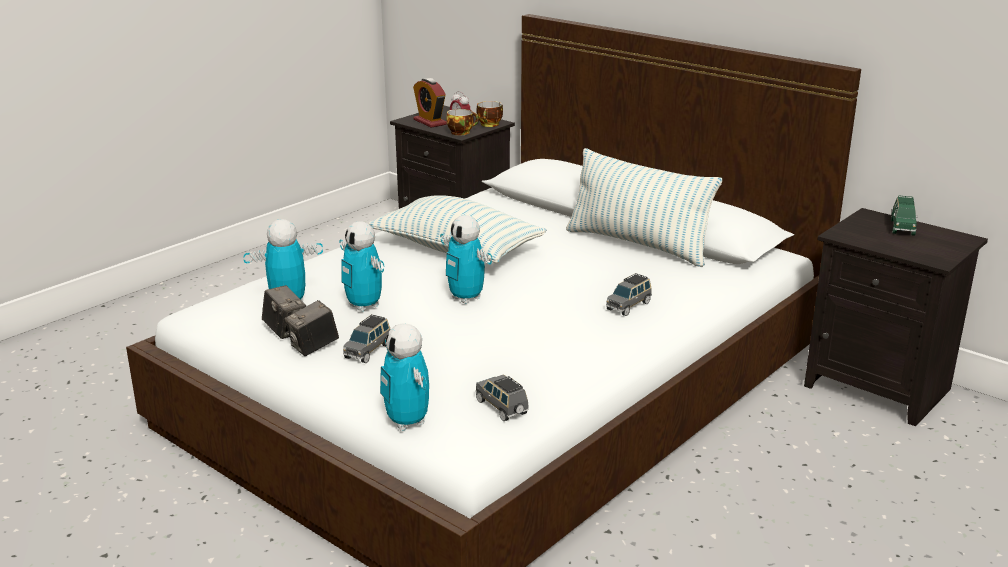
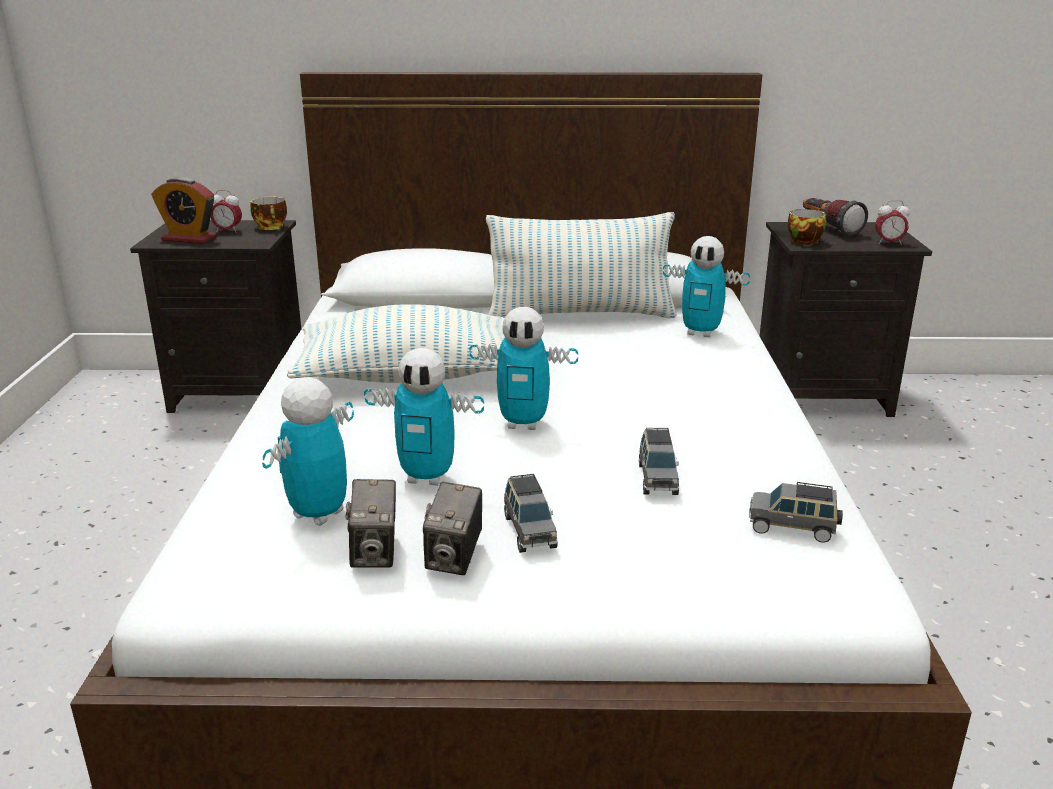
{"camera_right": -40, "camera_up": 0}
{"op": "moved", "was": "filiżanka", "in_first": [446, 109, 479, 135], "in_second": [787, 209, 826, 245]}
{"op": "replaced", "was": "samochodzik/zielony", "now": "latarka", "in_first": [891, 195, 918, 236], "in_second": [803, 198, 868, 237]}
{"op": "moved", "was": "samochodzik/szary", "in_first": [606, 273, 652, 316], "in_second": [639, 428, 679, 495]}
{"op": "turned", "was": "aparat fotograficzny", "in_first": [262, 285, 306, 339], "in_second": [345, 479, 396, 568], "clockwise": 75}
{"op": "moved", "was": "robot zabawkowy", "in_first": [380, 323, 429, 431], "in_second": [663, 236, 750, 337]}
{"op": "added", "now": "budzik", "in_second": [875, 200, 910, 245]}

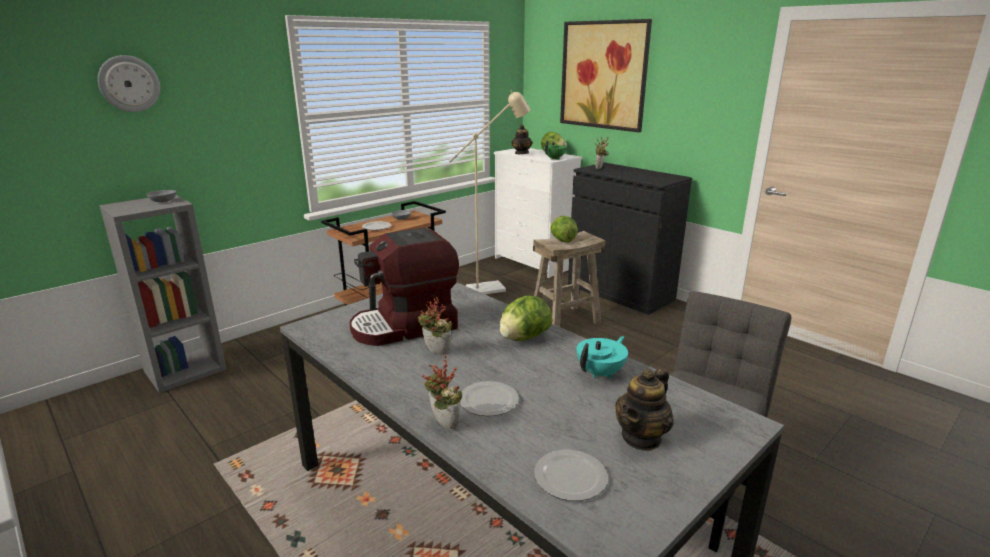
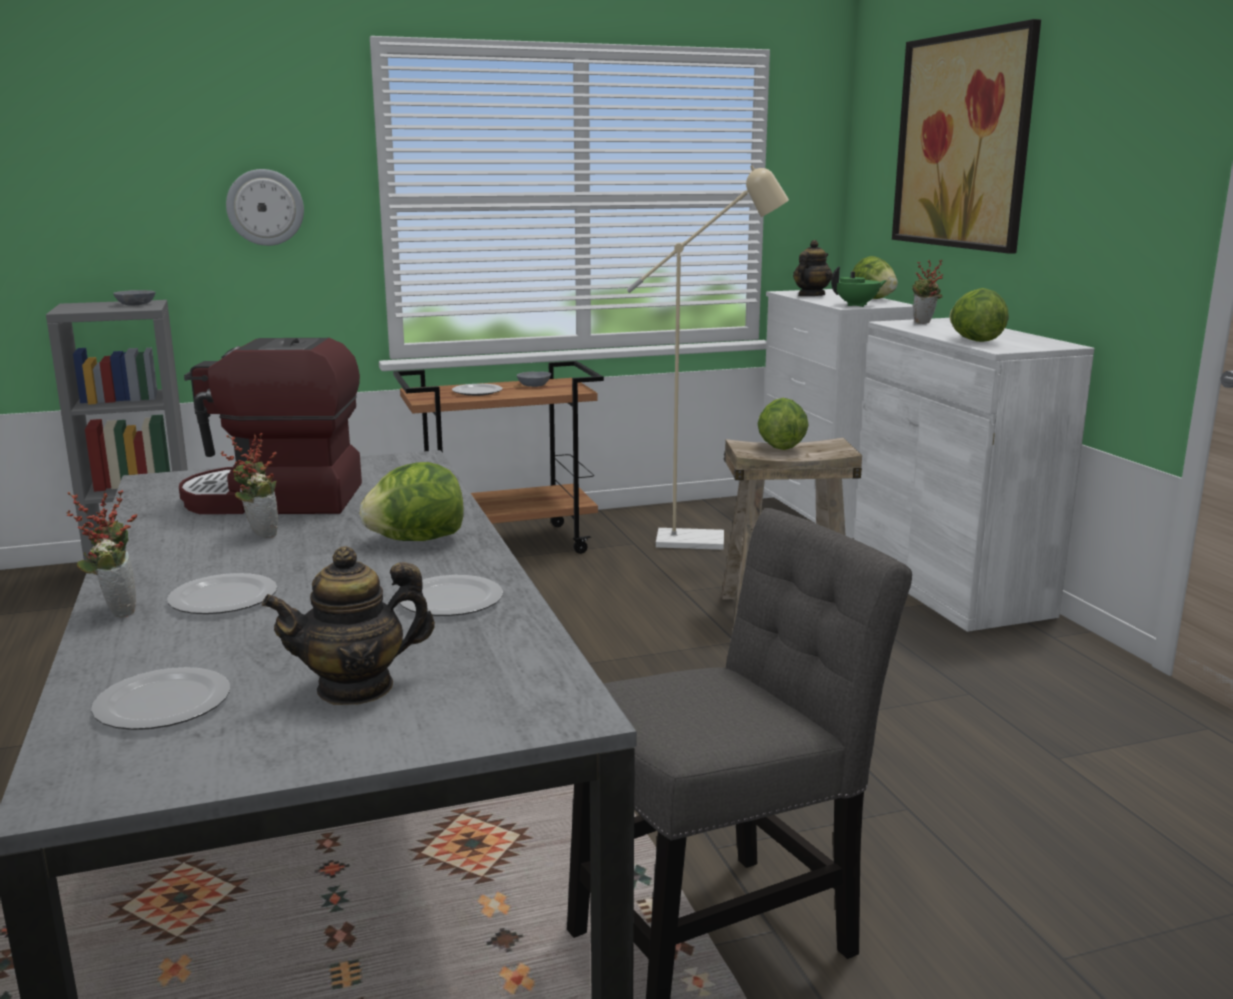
{"camera_right": 25, "camera_up": -5}
{"op": "moved", "was": "zegar ścienny", "in_first": [98, 55, 160, 112], "in_second": [226, 169, 304, 246]}
{"op": "recoloured", "was": "szafka/czarny", "now": "szafka/biały", "in_first": [568, 162, 692, 315], "in_second": [854, 318, 1094, 632]}
{"op": "replaced", "was": "imbryk/turkusowy", "now": "talerz", "in_first": [576, 336, 628, 378], "in_second": [400, 575, 503, 616]}
{"op": "added", "now": "sałata", "in_second": [950, 288, 1009, 342]}

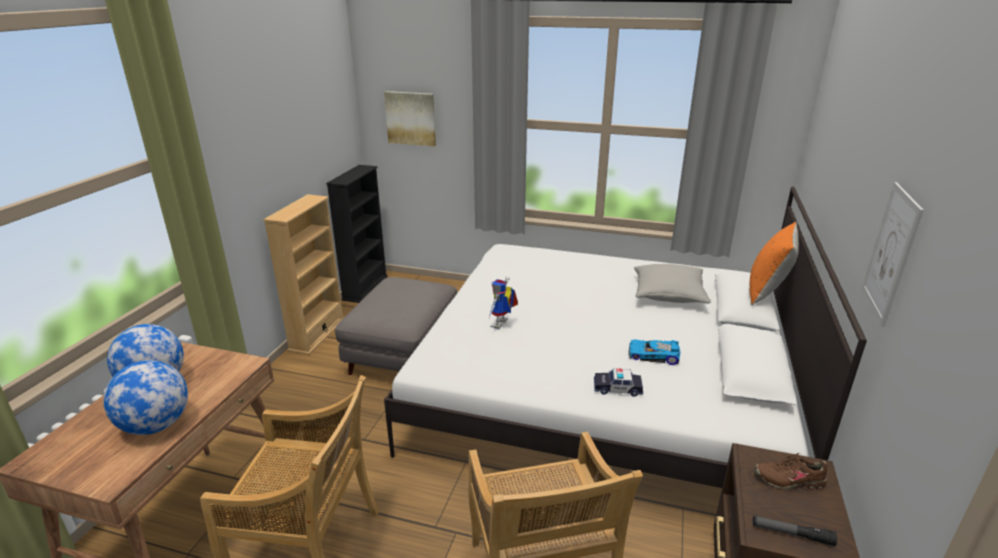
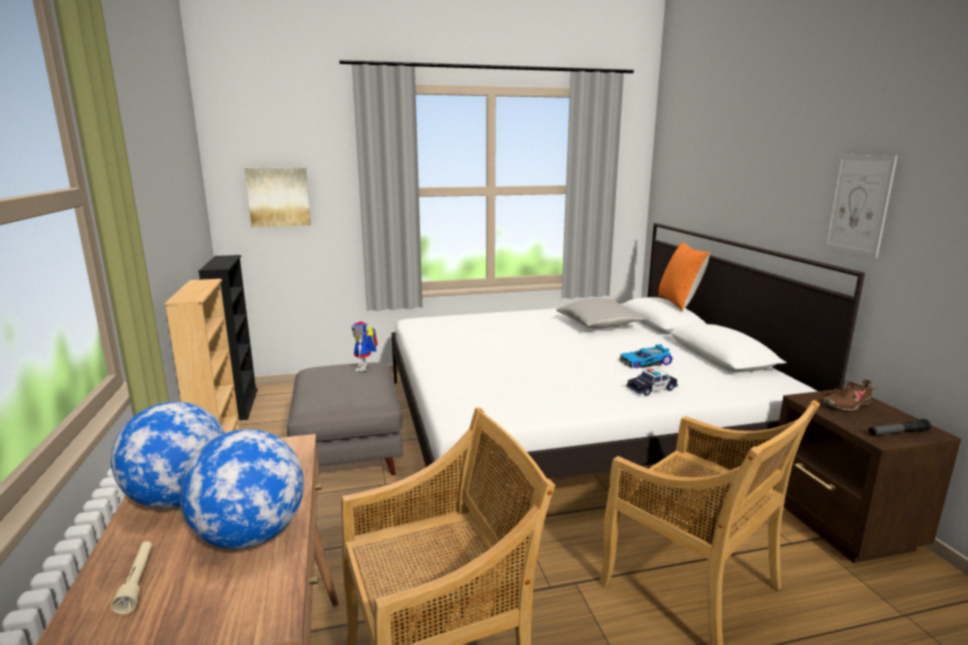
{"camera_right": -30, "camera_up": -10}
{"op": "moved", "was": "robot zabawkowy", "in_first": [489, 277, 518, 329], "in_second": [351, 321, 378, 372]}
{"op": "added", "now": "latarka/beżowy", "in_second": [111, 541, 152, 614]}

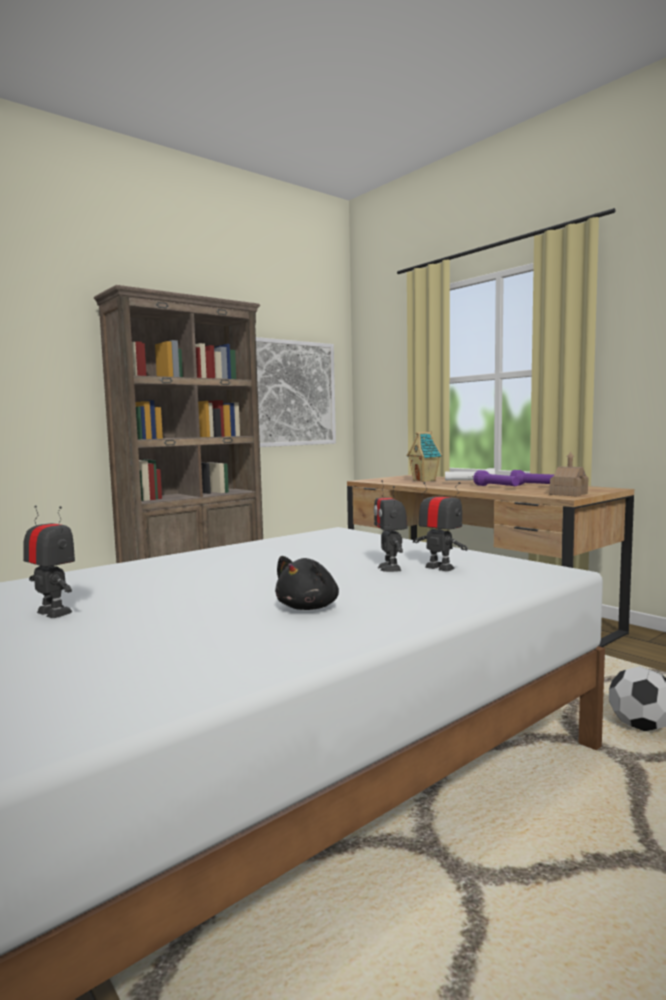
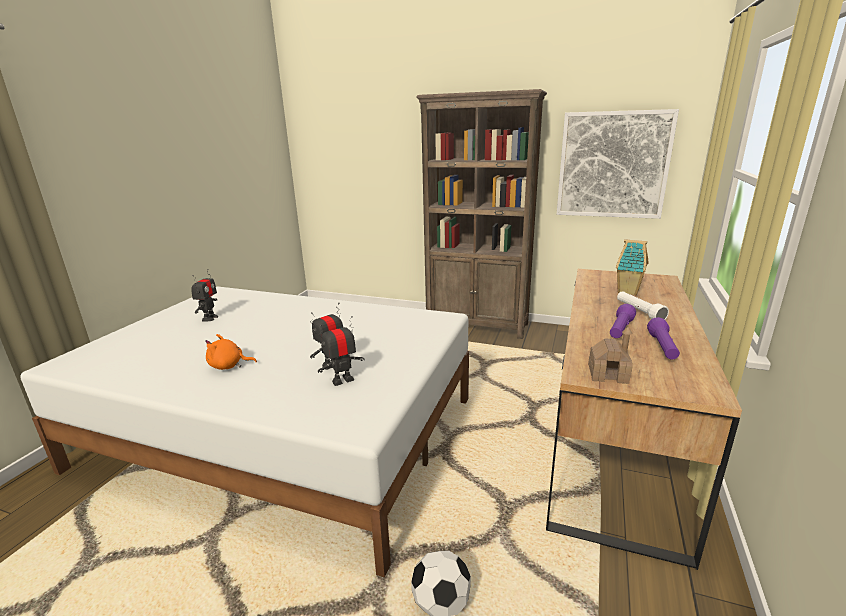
{"camera_right": 60, "camera_up": 15}
{"op": "turned", "was": "robot zabawkowy", "in_first": [413, 482, 468, 571], "in_second": [318, 316, 365, 386], "clockwise": -135}
{"op": "recoloured", "was": "pluszak/czarny", "now": "pluszak/pomarańczowy", "in_first": [275, 556, 339, 610], "in_second": [205, 334, 257, 370]}

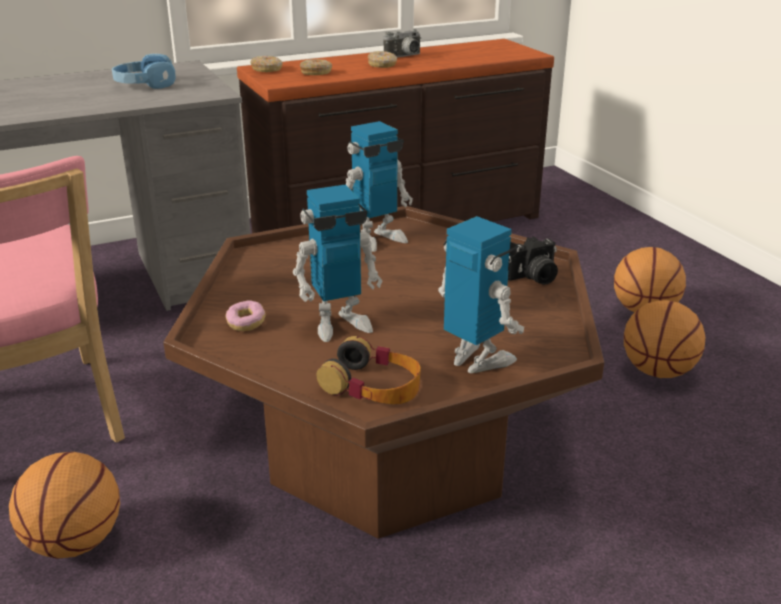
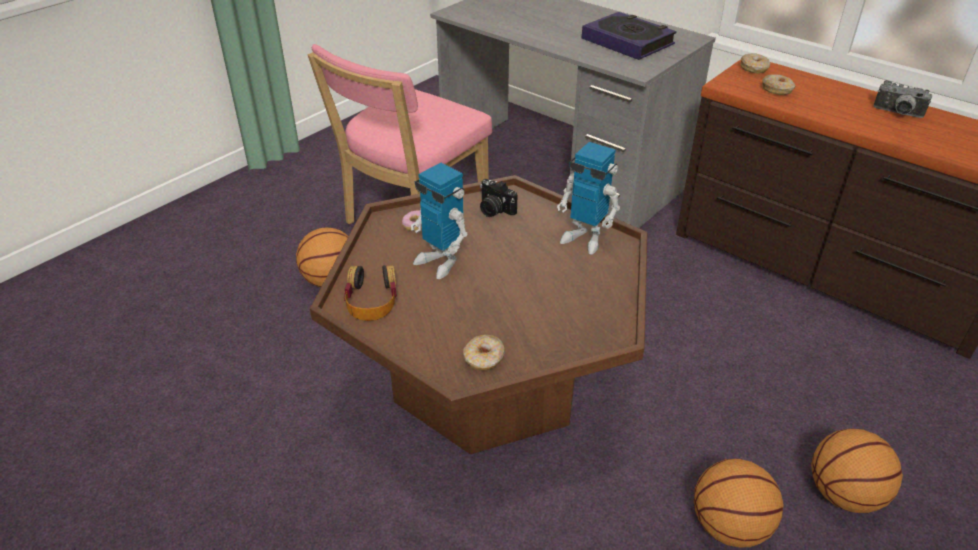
{"camera_right": 65, "camera_up": 10}
{"op": "moved", "was": "donut", "in_first": [368, 51, 397, 68], "in_second": [463, 335, 505, 371]}
{"op": "replaced", "was": "słuchawki/niebieski", "now": "książka", "in_first": [112, 53, 176, 89], "in_second": [582, 12, 677, 60]}
{"op": "removed", "was": "robot zabawkowy", "in_first": [438, 216, 524, 373]}
{"op": "moved", "was": "aparat fotograficzny", "in_first": [508, 236, 558, 285], "in_second": [480, 179, 517, 217]}

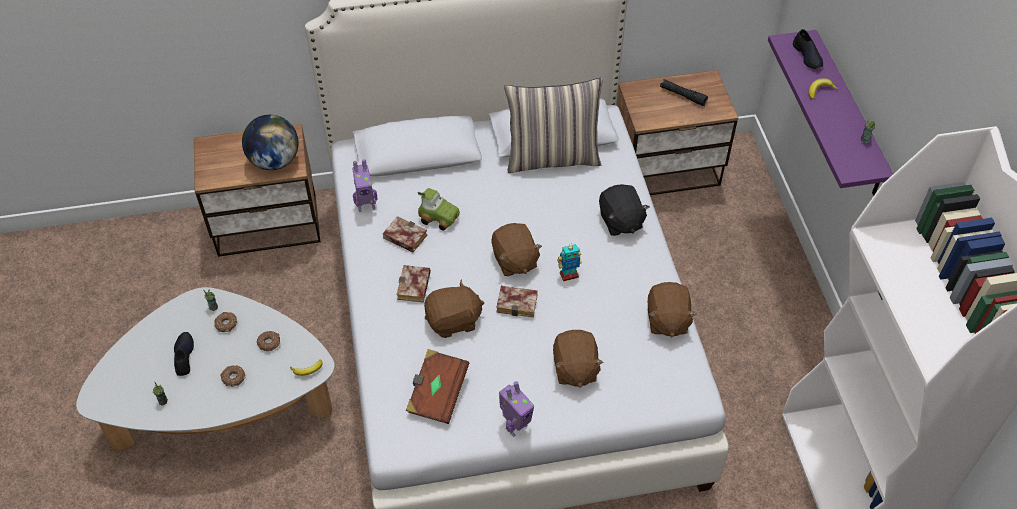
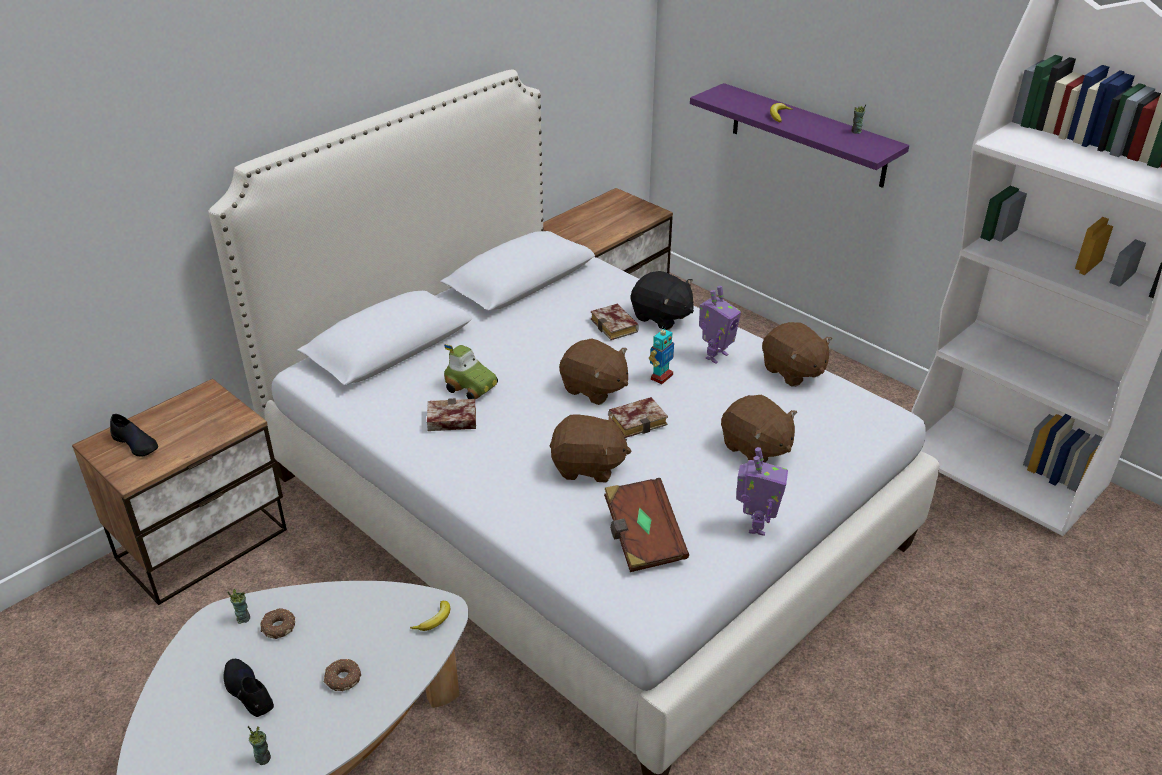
{"camera_right": -35, "camera_up": -15}
{"op": "moved", "was": "but/czarny", "in_first": [793, 29, 823, 69], "in_second": [110, 414, 158, 456]}
{"op": "removed", "was": "poduszka", "in_first": [504, 78, 603, 173]}
{"op": "removed", "was": "latarka/czarny", "in_first": [660, 79, 708, 106]}
{"op": "removed", "was": "globus", "in_first": [242, 115, 299, 170]}
{"op": "moved", "was": "robot zabawkowy", "in_first": [352, 159, 378, 212], "in_second": [699, 286, 741, 363]}
{"op": "turned", "was": "samochodzik", "in_first": [418, 188, 460, 231], "in_second": [444, 344, 498, 399], "clockwise": 45}
{"op": "moved", "was": "książka", "in_first": [396, 265, 431, 302], "in_second": [591, 304, 639, 340]}
{"op": "turned", "was": "pluszak/brązowy", "in_first": [424, 280, 484, 338], "in_second": [550, 413, 631, 482], "clockwise": 60}
{"op": "removed", "was": "donut", "in_first": [257, 331, 280, 351]}

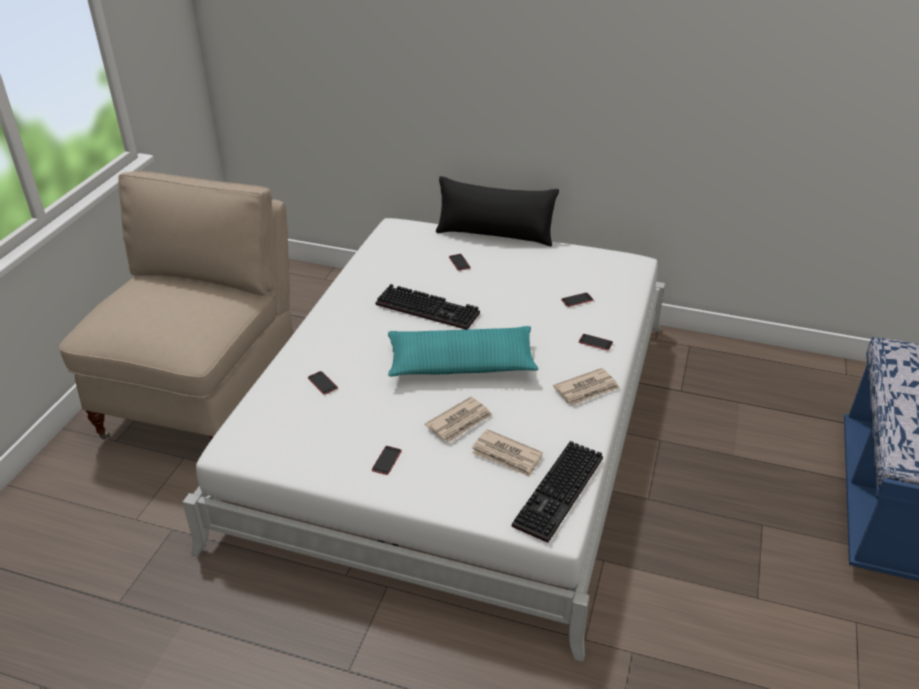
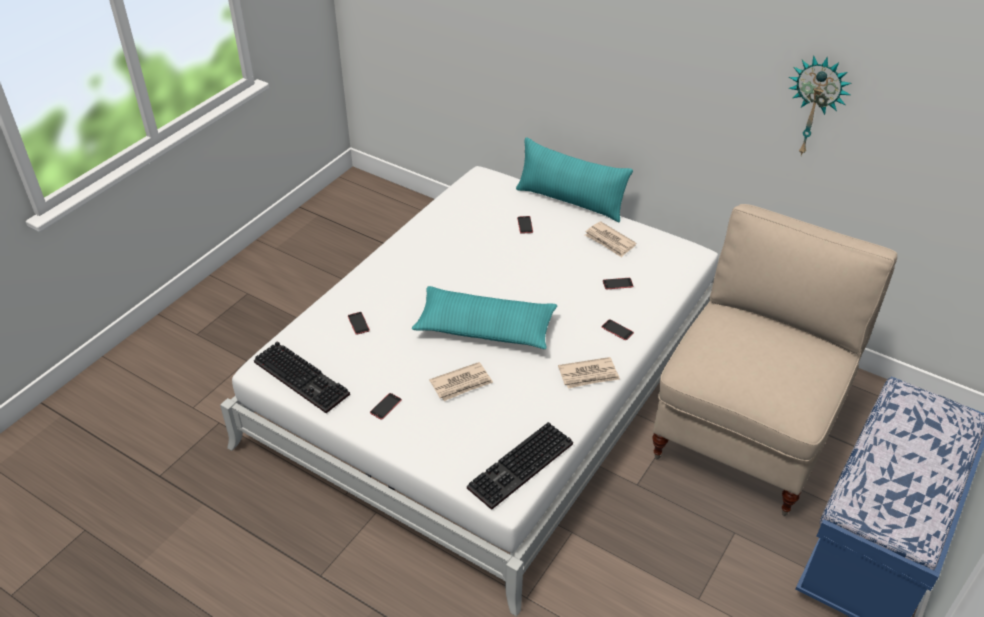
{"camera_right": 15, "camera_up": 5}
{"op": "moved", "was": "krzesło/beżowy", "in_first": [59, 171, 293, 441], "in_second": [652, 204, 897, 516]}
{"op": "recoloured", "was": "poduszka/czarny", "now": "poduszka/turkusowy", "in_first": [436, 176, 559, 246], "in_second": [516, 138, 633, 222]}
{"op": "moved", "was": "klawiatura", "in_first": [375, 284, 480, 330], "in_second": [254, 341, 350, 413]}
{"op": "moved", "was": "gazeta", "in_first": [472, 429, 543, 477], "in_second": [585, 221, 636, 257]}
{"op": "added", "now": "zegar ścienny", "in_second": [788, 55, 852, 156]}

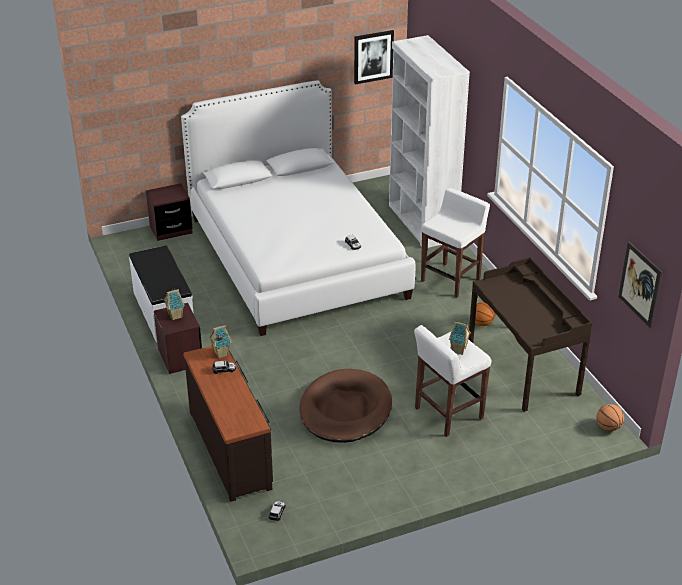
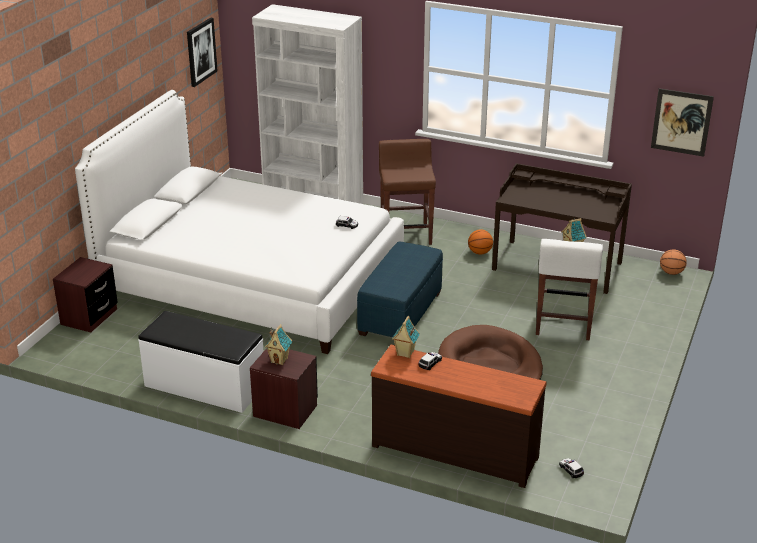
{"camera_right": -45, "camera_up": -5}
{"op": "recoloured", "was": "stołek/biały", "now": "stołek/brązowy", "in_first": [421, 188, 490, 297], "in_second": [379, 139, 436, 245]}
{"op": "added", "now": "pufa/niebieski", "in_second": [357, 242, 443, 337]}

